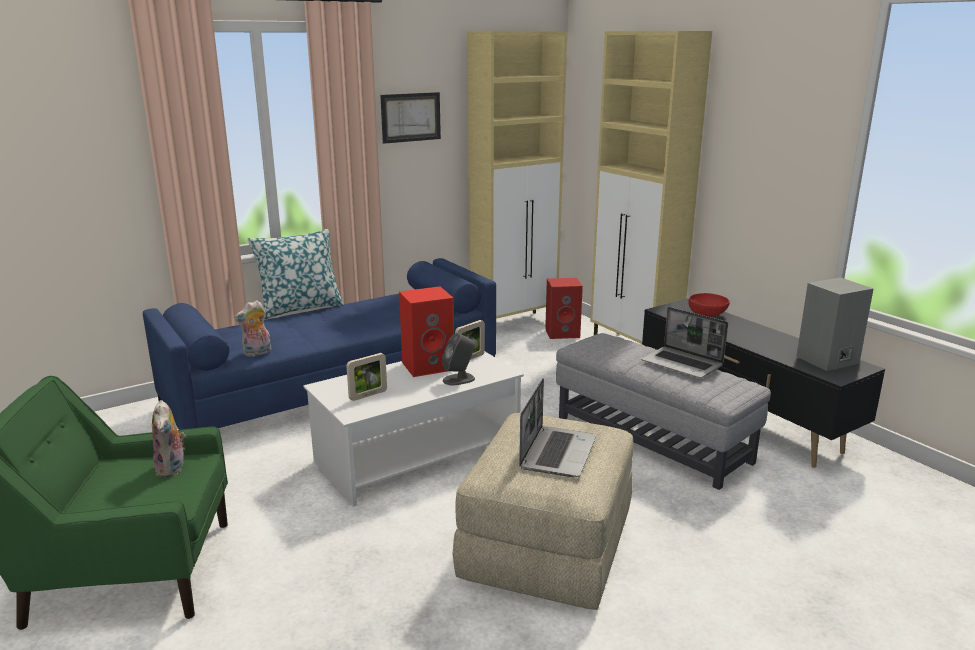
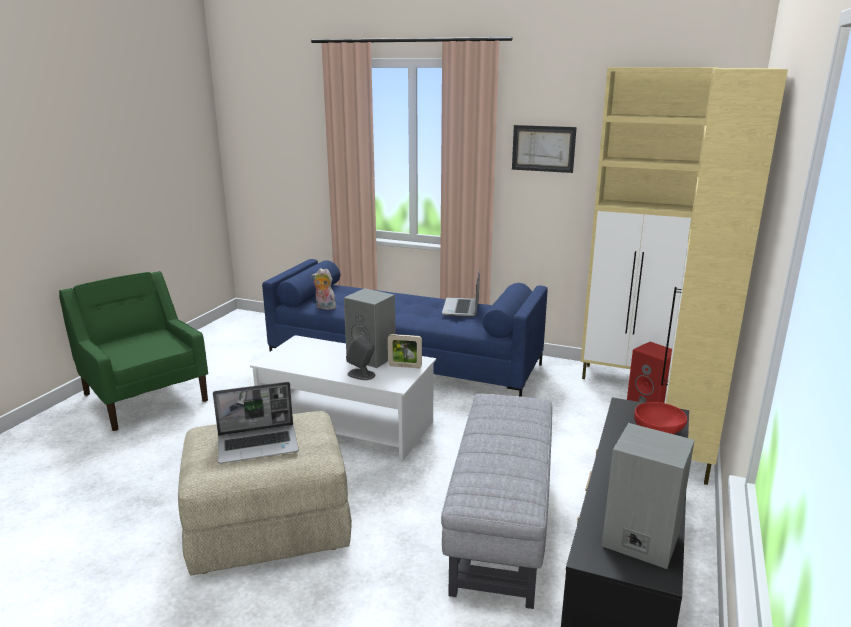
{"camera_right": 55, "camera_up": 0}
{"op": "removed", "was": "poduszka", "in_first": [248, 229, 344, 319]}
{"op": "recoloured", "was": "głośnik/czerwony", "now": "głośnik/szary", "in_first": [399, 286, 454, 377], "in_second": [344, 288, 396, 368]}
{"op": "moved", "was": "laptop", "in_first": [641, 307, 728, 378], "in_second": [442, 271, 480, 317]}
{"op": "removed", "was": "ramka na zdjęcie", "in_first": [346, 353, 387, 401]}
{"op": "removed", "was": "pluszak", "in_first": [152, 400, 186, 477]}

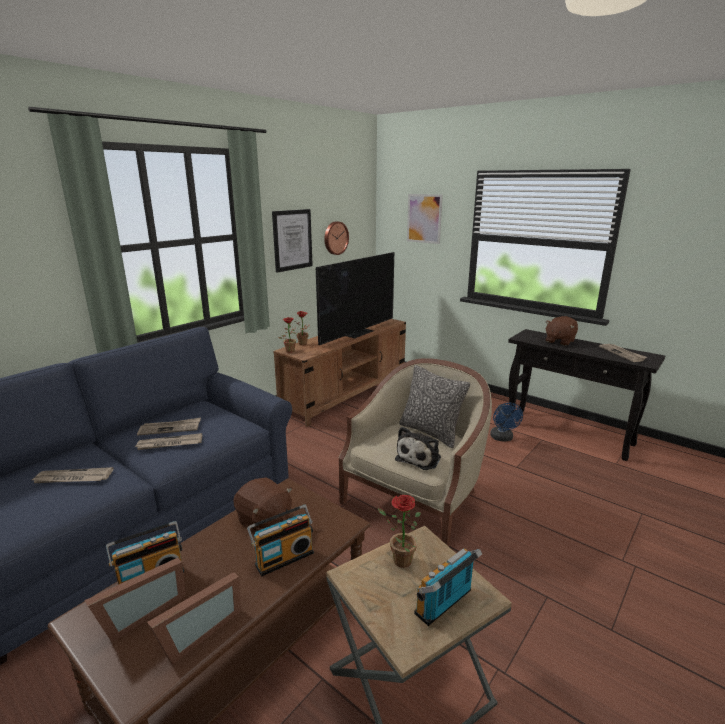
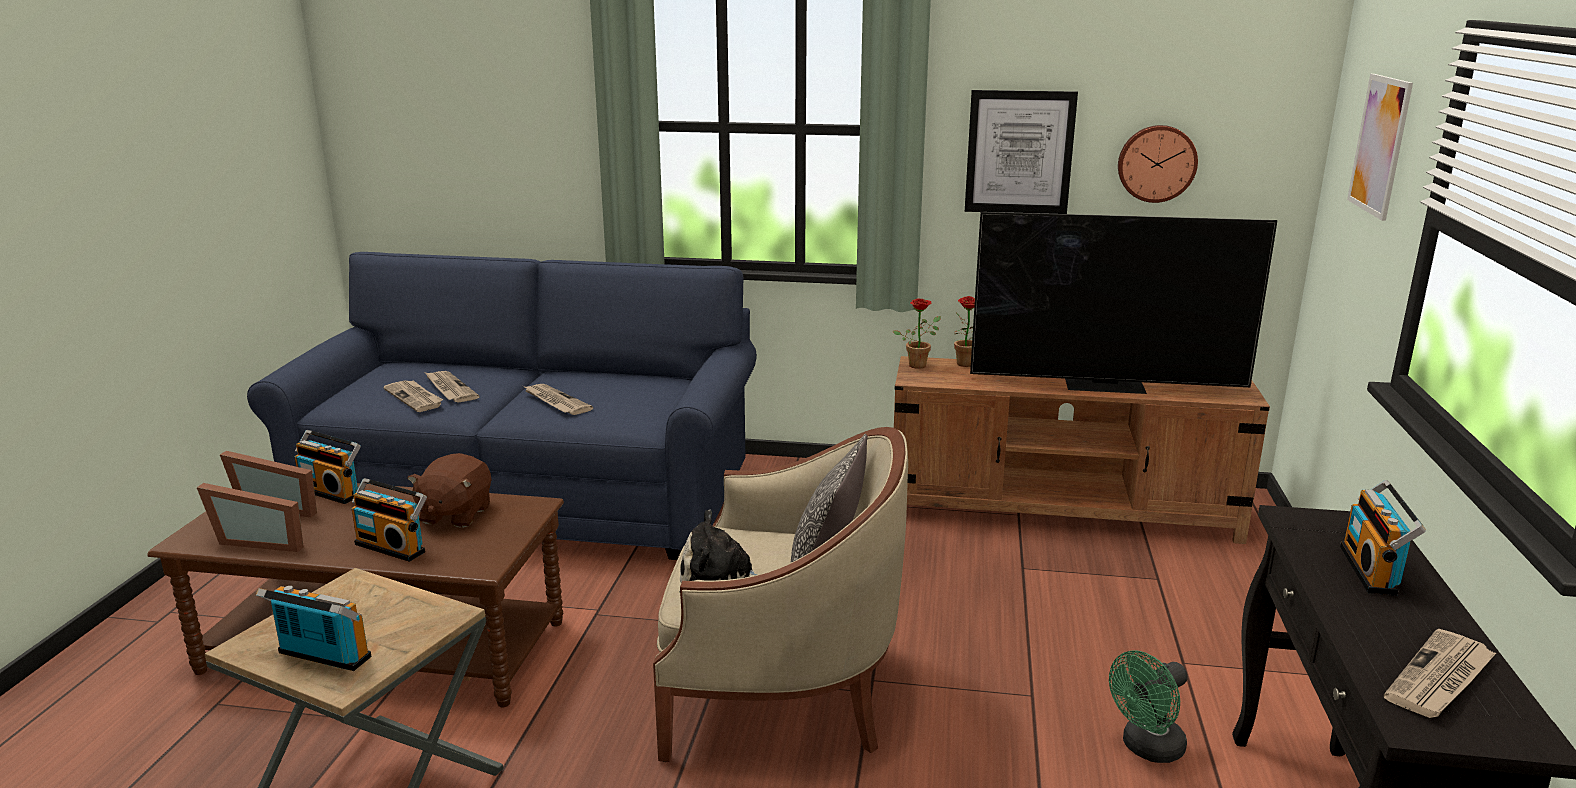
{"camera_right": 60, "camera_up": 0}
{"op": "replaced", "was": "pluszak/brązowy", "now": "radio", "in_first": [545, 316, 578, 346], "in_second": [1340, 480, 1426, 596]}
{"op": "recoloured", "was": "wentylator/niebieski", "now": "wentylator/zielony", "in_first": [490, 403, 523, 441], "in_second": [1109, 650, 1188, 763]}
{"op": "moved", "was": "gazeta", "in_first": [137, 418, 201, 436], "in_second": [383, 380, 443, 412]}
{"op": "removed", "was": "roślina doniczkowa", "in_first": [378, 495, 421, 568]}

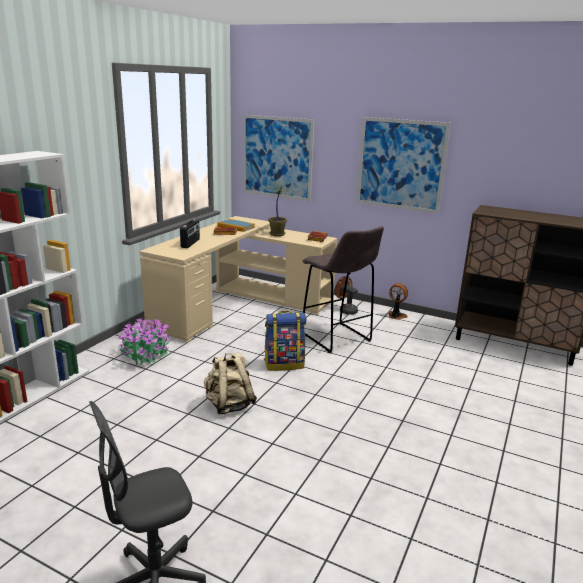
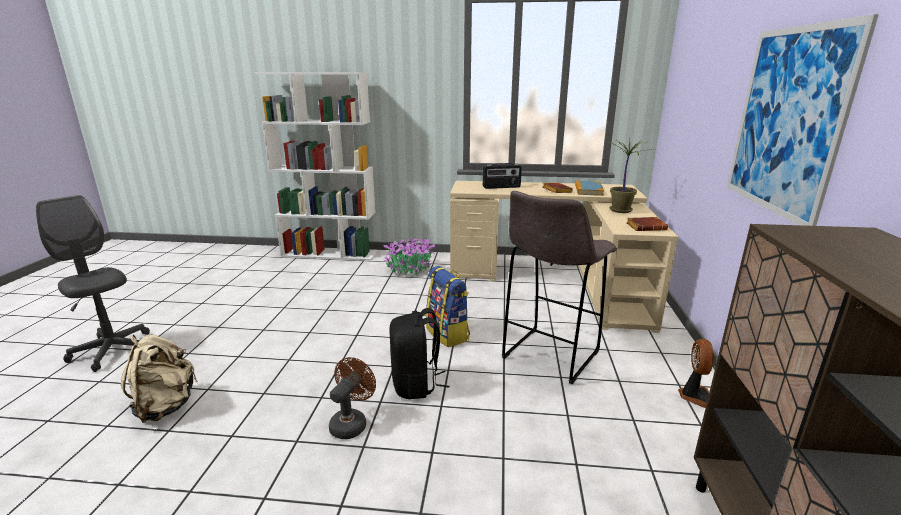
{"camera_right": 70, "camera_up": 0}
{"op": "removed", "was": "obraz", "in_first": [243, 115, 314, 201]}
{"op": "moved", "was": "wentylator/brązowy", "in_first": [335, 276, 358, 315], "in_second": [329, 357, 376, 439]}
{"op": "moved", "was": "plecak/beżowy", "in_first": [204, 352, 257, 414], "in_second": [121, 335, 198, 423]}
{"op": "added", "now": "plecak/czarny", "in_second": [389, 308, 450, 399]}

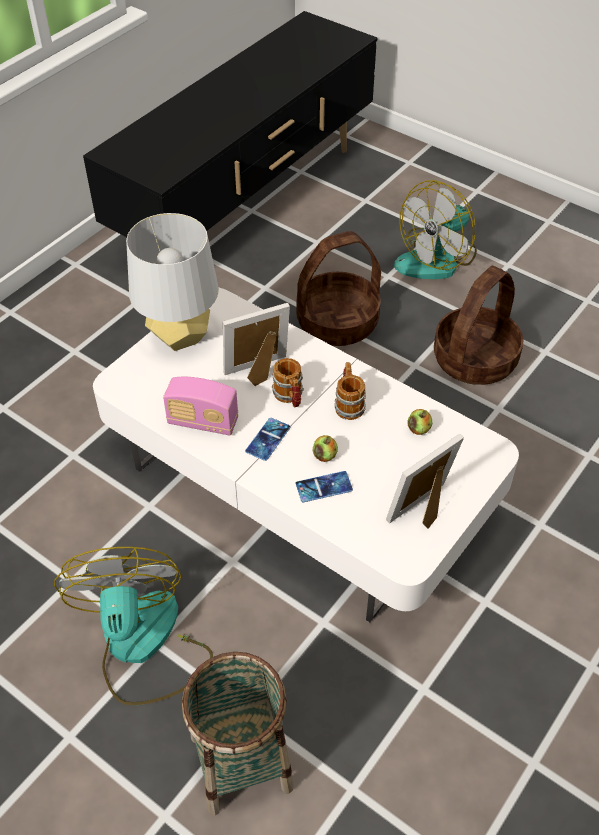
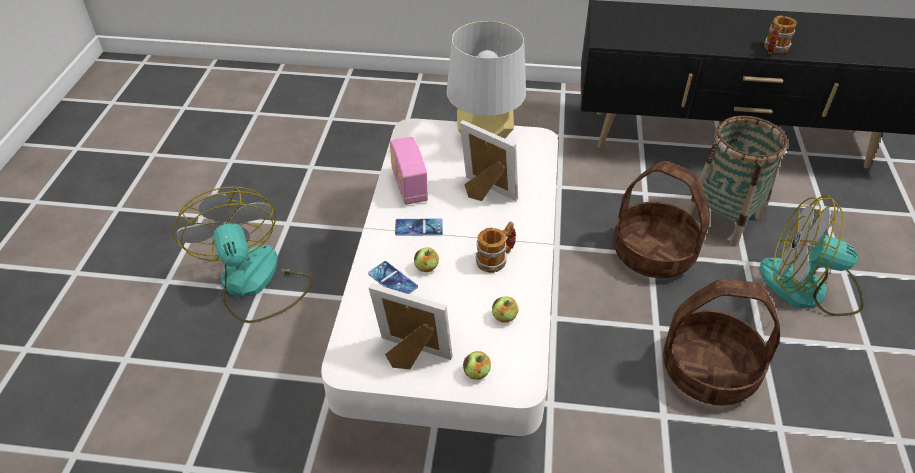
{"camera_right": 60, "camera_up": -5}
{"op": "moved", "was": "kubek", "in_first": [272, 358, 304, 407], "in_second": [764, 16, 797, 54]}
{"op": "turned", "was": "wentylator", "in_first": [54, 547, 213, 706], "in_second": [173, 187, 313, 323], "clockwise": -75}
{"op": "moved", "was": "koszyk", "in_first": [182, 652, 294, 816], "in_second": [686, 116, 787, 246]}
{"op": "added", "now": "jabłko", "in_second": [463, 351, 491, 380]}

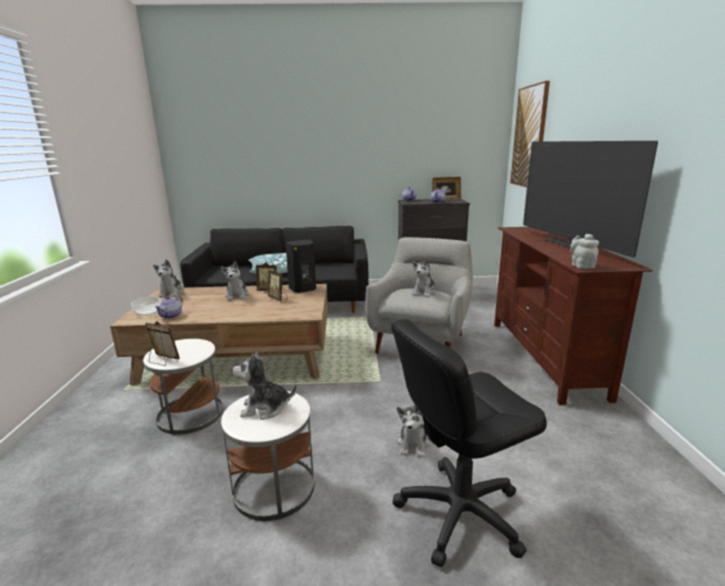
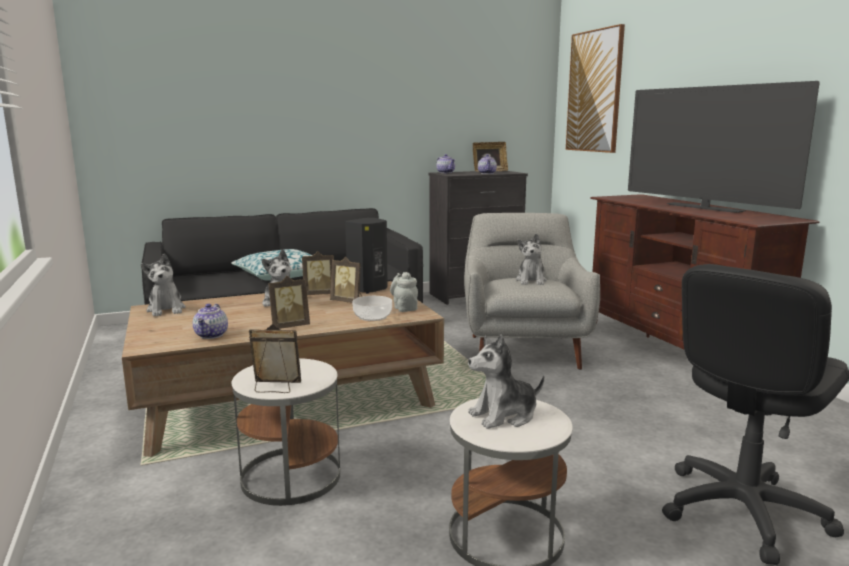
{"camera_right": -20, "camera_up": -5}
{"op": "moved", "was": "imbryk/szary", "in_first": [570, 234, 599, 269], "in_second": [390, 272, 418, 312]}
{"op": "moved", "was": "miska", "in_first": [131, 297, 161, 315], "in_second": [352, 296, 392, 321]}
{"op": "removed", "was": "pluszak", "in_first": [397, 405, 430, 458]}
{"op": "added", "now": "ramka na zdjęcie", "in_second": [268, 276, 310, 329]}

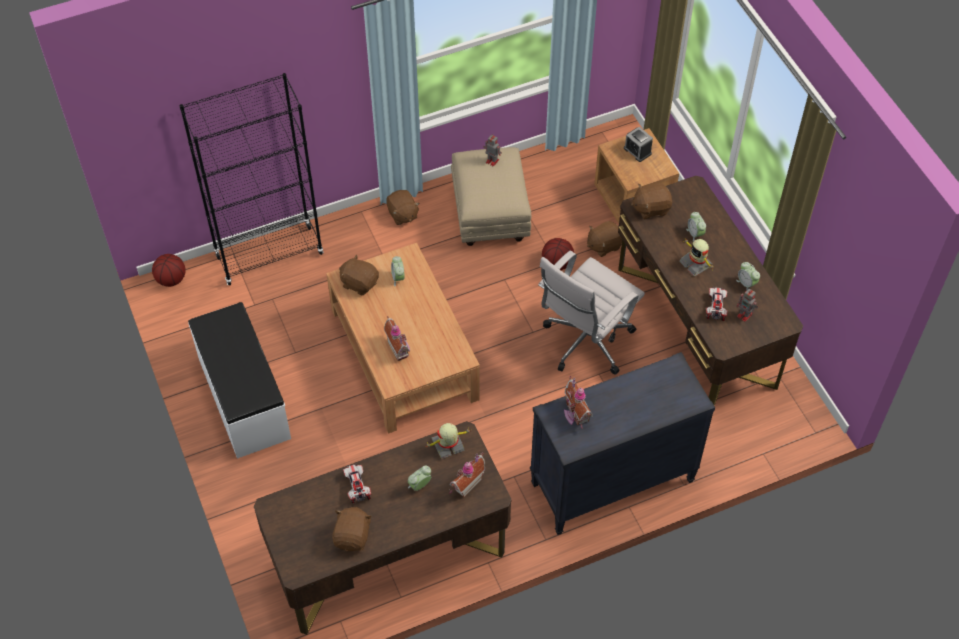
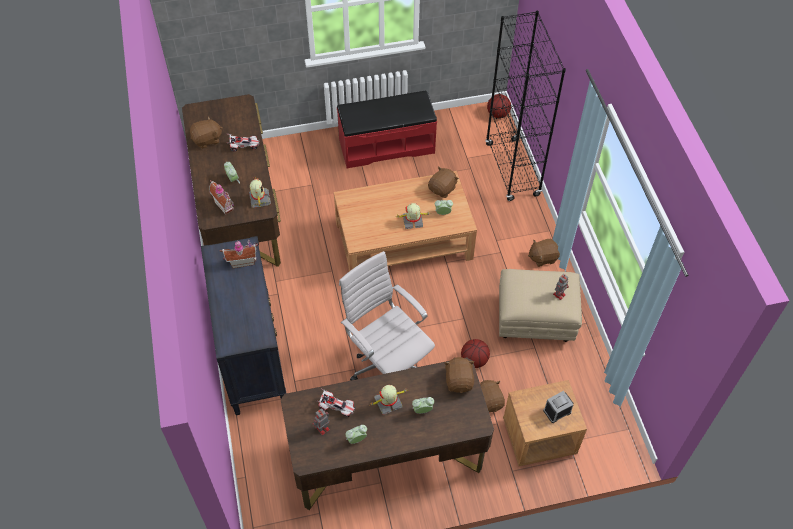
{"camera_right": 100, "camera_up": 0}
{"op": "recoloured", "was": "ławka/biały", "now": "ławka/czerwony", "in_first": [188, 302, 291, 459], "in_second": [337, 90, 437, 169]}
{"op": "removed", "was": "domek", "in_first": [384, 316, 410, 361]}
{"op": "turned", "was": "pluszak/brązowy", "in_first": [332, 507, 372, 552], "in_second": [190, 117, 223, 149], "clockwise": -45}
{"op": "added", "now": "robot zabawkowy", "in_second": [397, 203, 430, 229]}

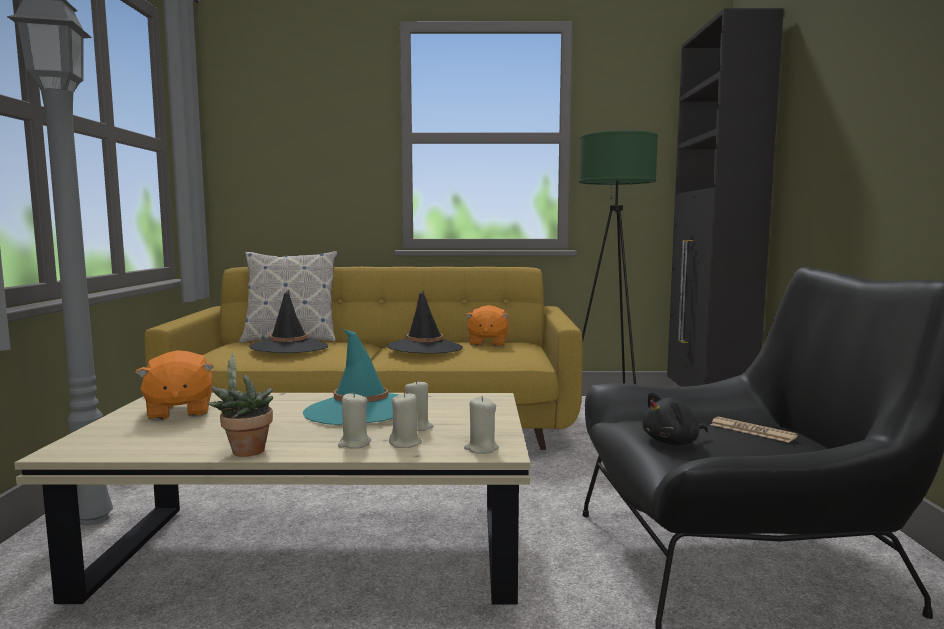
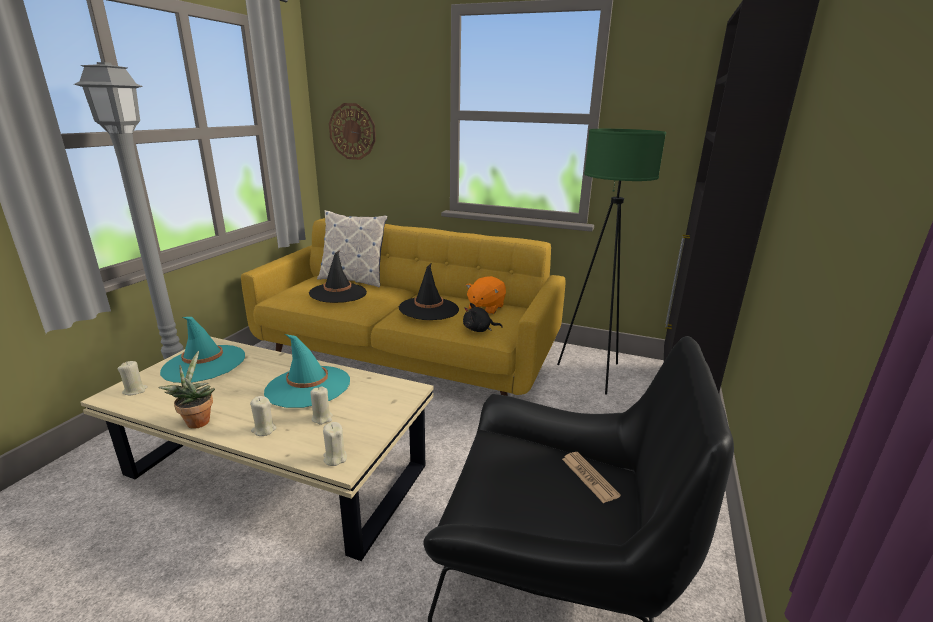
{"camera_right": 20, "camera_up": 15}
{"op": "replaced", "was": "pluszak/pomarańczowy", "now": "kapelusz/turkusowy", "in_first": [135, 350, 214, 421], "in_second": [160, 317, 245, 383]}
{"op": "moved", "was": "świeca/beżowy", "in_first": [389, 392, 422, 448], "in_second": [118, 361, 148, 395]}
{"op": "moved", "was": "pluszak/czarny", "in_first": [642, 392, 708, 445], "in_second": [463, 303, 503, 332]}
{"op": "added", "now": "zegar ścienny", "in_second": [329, 103, 376, 160]}

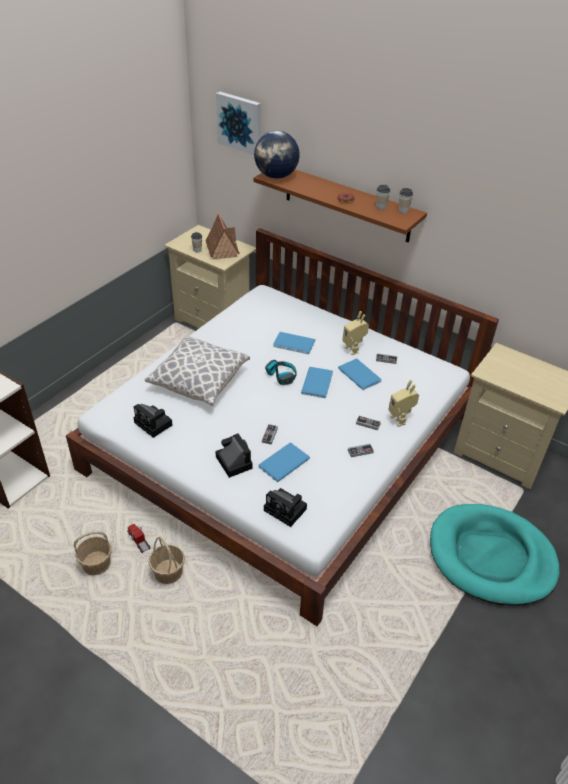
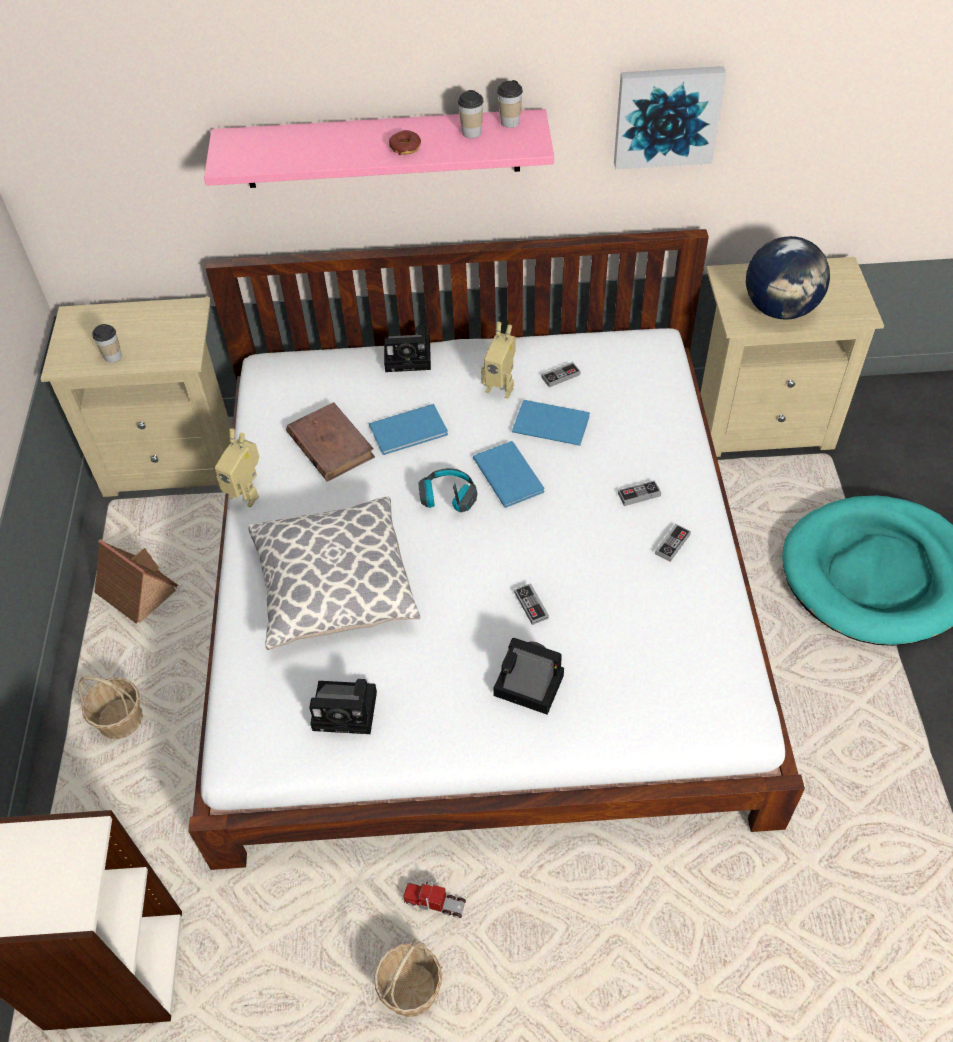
{"camera_right": -35, "camera_up": 10}
{"op": "moved", "was": "obraz", "in_first": [216, 92, 261, 155], "in_second": [614, 66, 726, 169]}
{"op": "moved", "was": "globus", "in_first": [254, 131, 300, 179], "in_second": [746, 236, 830, 320]}
{"op": "recoloured", "was": "półka/brązowy", "now": "półka/różowy", "in_first": [253, 170, 427, 242], "in_second": [204, 109, 554, 188]}
{"op": "moved", "was": "domek", "in_first": [205, 213, 240, 259], "in_second": [92, 539, 179, 624]}
{"op": "moved", "was": "robot zabawkowy", "in_first": [389, 380, 419, 427], "in_second": [215, 429, 259, 507]}
{"op": "removed", "was": "książka/niebieski", "in_first": [259, 443, 310, 482]}
{"op": "moved", "was": "aparat fotograficzny", "in_first": [264, 488, 307, 527], "in_second": [384, 325, 431, 372]}
{"op": "moved", "was": "koszyk", "in_first": [149, 536, 185, 584], "in_second": [78, 676, 143, 739]}
{"op": "added", "now": "książka/brązowy", "in_second": [286, 402, 375, 482]}

